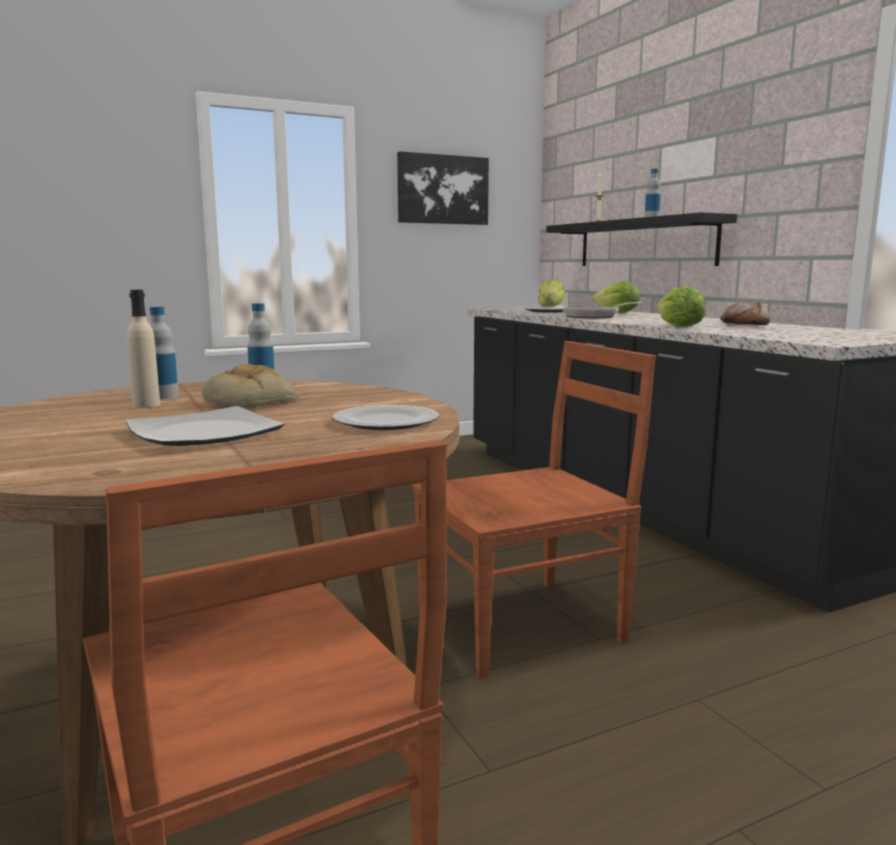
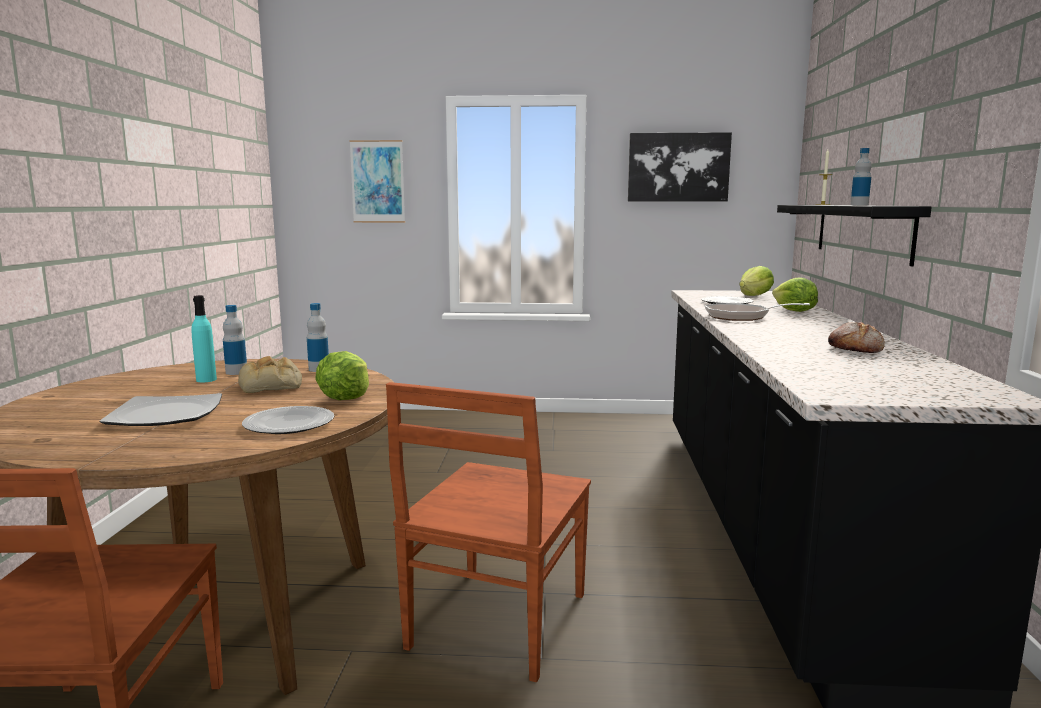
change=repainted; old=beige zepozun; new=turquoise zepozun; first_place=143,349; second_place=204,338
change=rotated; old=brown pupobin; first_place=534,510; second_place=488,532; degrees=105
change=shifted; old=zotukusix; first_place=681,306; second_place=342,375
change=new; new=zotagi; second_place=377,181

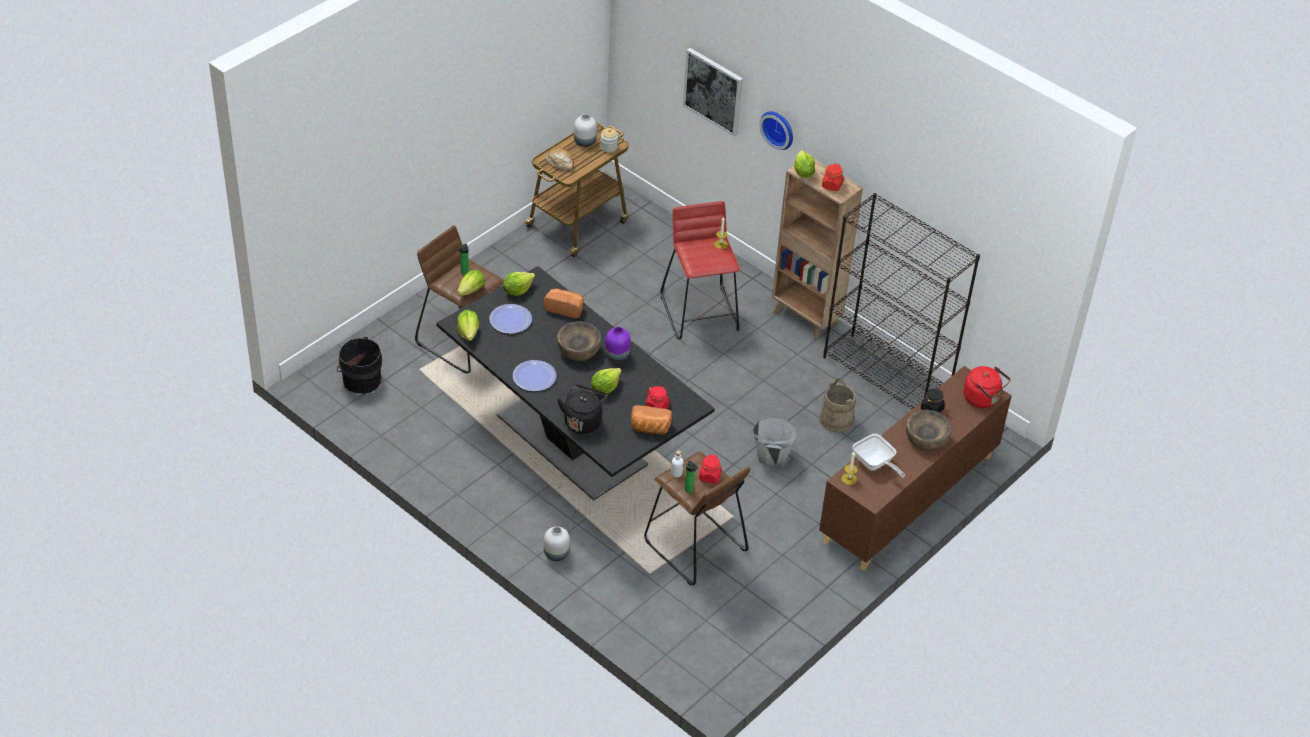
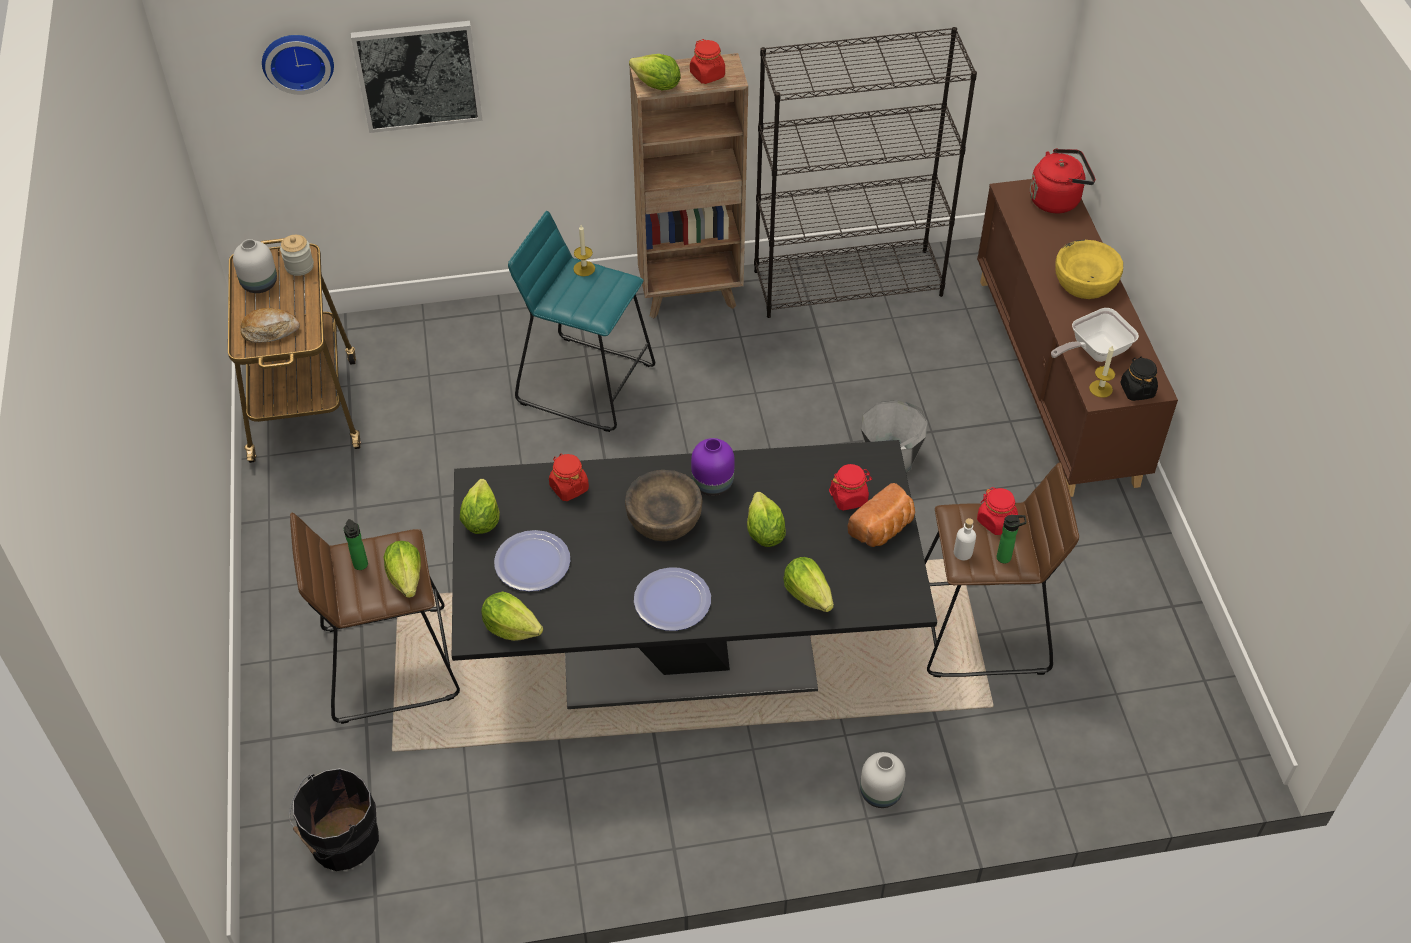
change=swapped; old=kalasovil; new=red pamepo; first_place=563,303; second_place=569,477
change=swapped; old=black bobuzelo; new=zotukusix; first_place=582,409; second_place=808,584
change=repainted; old=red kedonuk; new=turquoise kedonuk; first_place=700,270; second_place=581,321
change=shifted; old=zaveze; first_place=776,130; second_place=298,65
change=gone; old=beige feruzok; first_place=837,405
change=rotated; old=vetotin; first_place=879,456; second_place=1095,335; degrees=150
change=repainted; old=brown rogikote; new=yellow rogikote; first_place=929,430; second_place=1089,269
change=shifted; old=black pamepo; first_place=933,400; second_place=1139,379

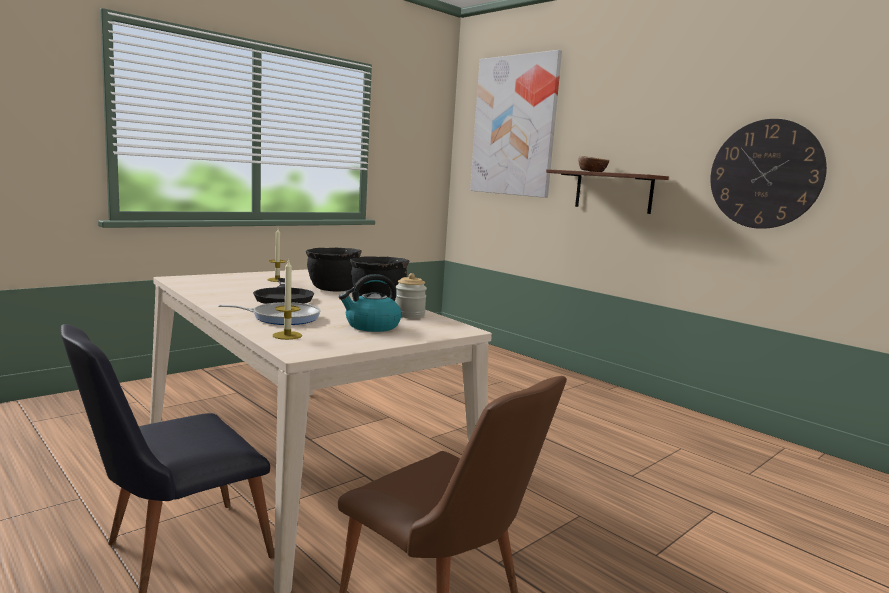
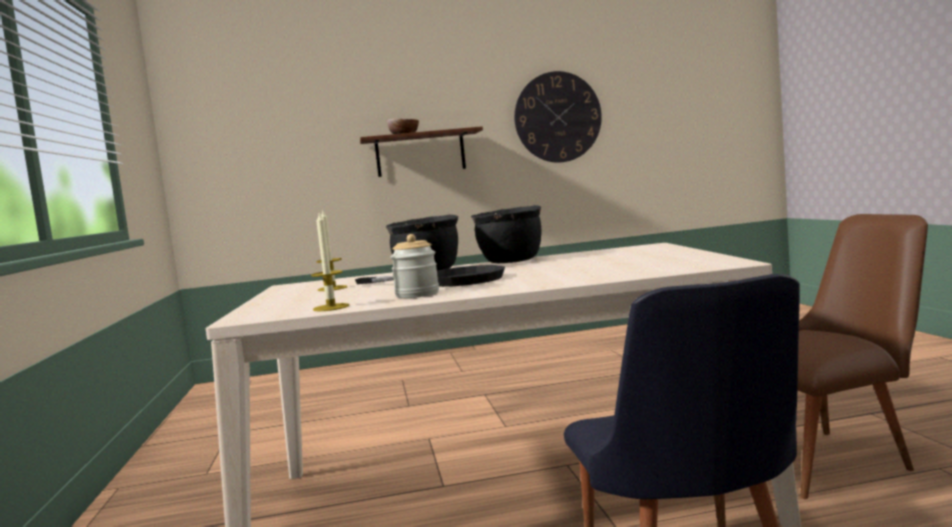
change=gone; old=vetotin; first_place=269,313
change=shifted; old=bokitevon; first_place=287,299; second_place=330,261
change=gone; old=bobuzelo; first_place=370,303
change=shifted; old=pamepo; first_place=411,295; second_place=414,266
change=gone; old=zotagi; first_place=516,124

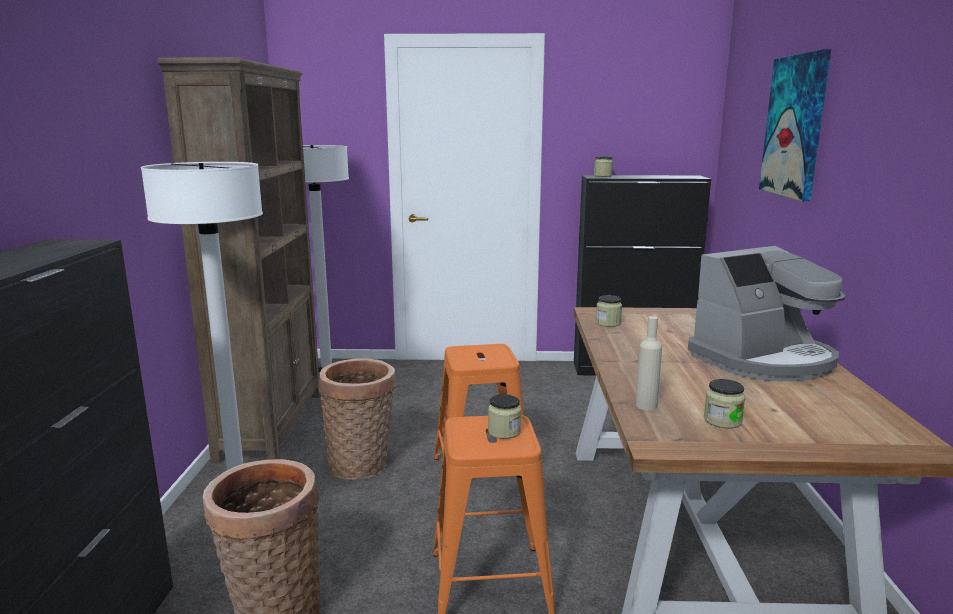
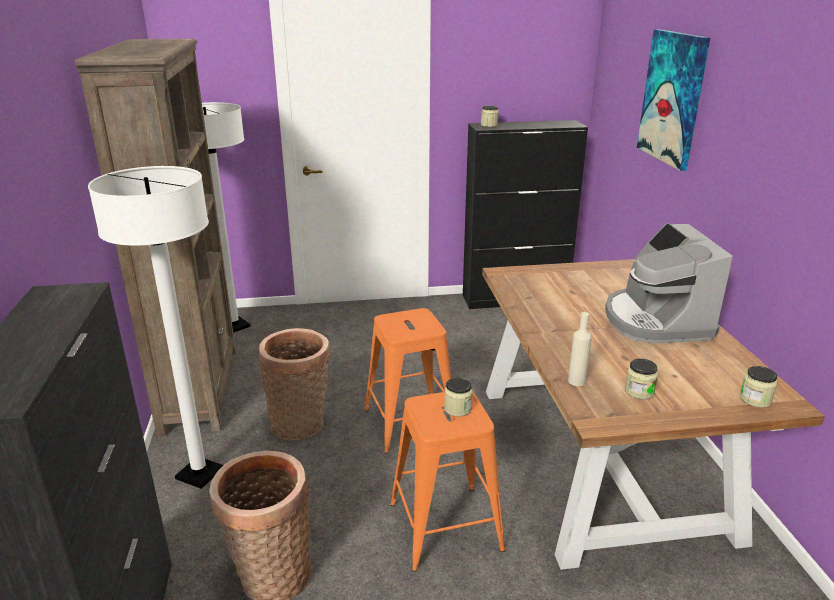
change=shifted; old=pamepo; first_place=609,311; second_place=758,387
change=rotated; old=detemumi; first_place=766,313; second_place=669,283; degrees=120

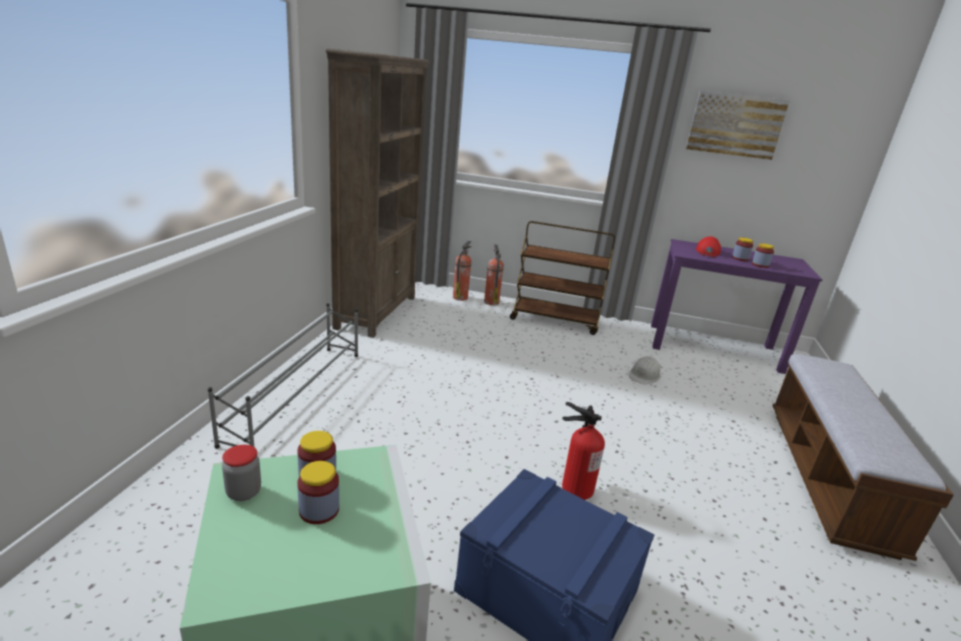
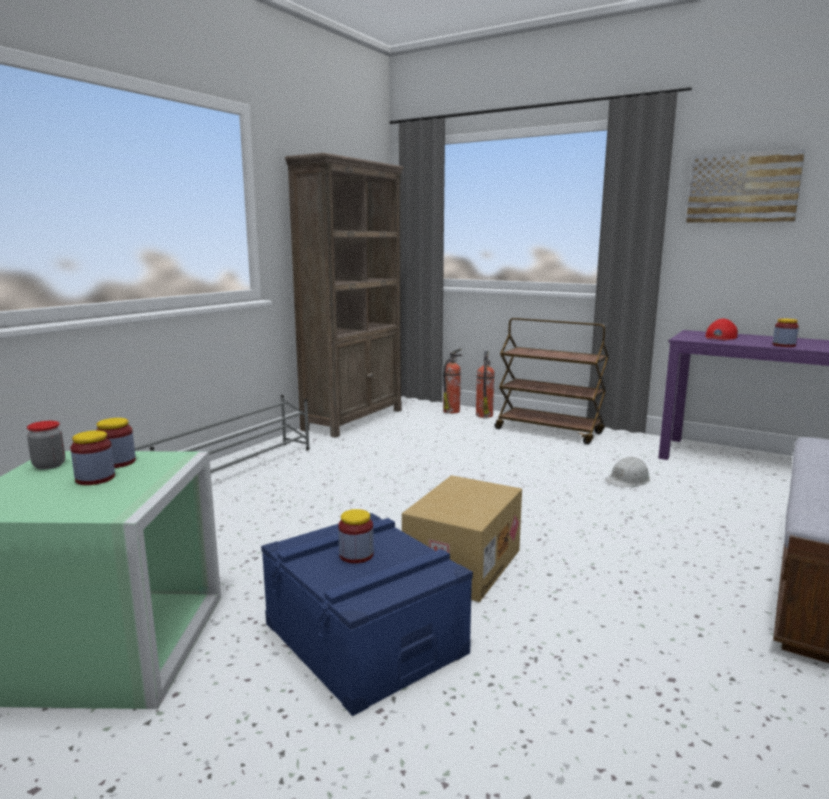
change=swapped; old=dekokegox; new=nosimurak; first_place=583,451; second_place=462,538
change=shifted; old=pamepo; first_place=742,249; second_place=356,536

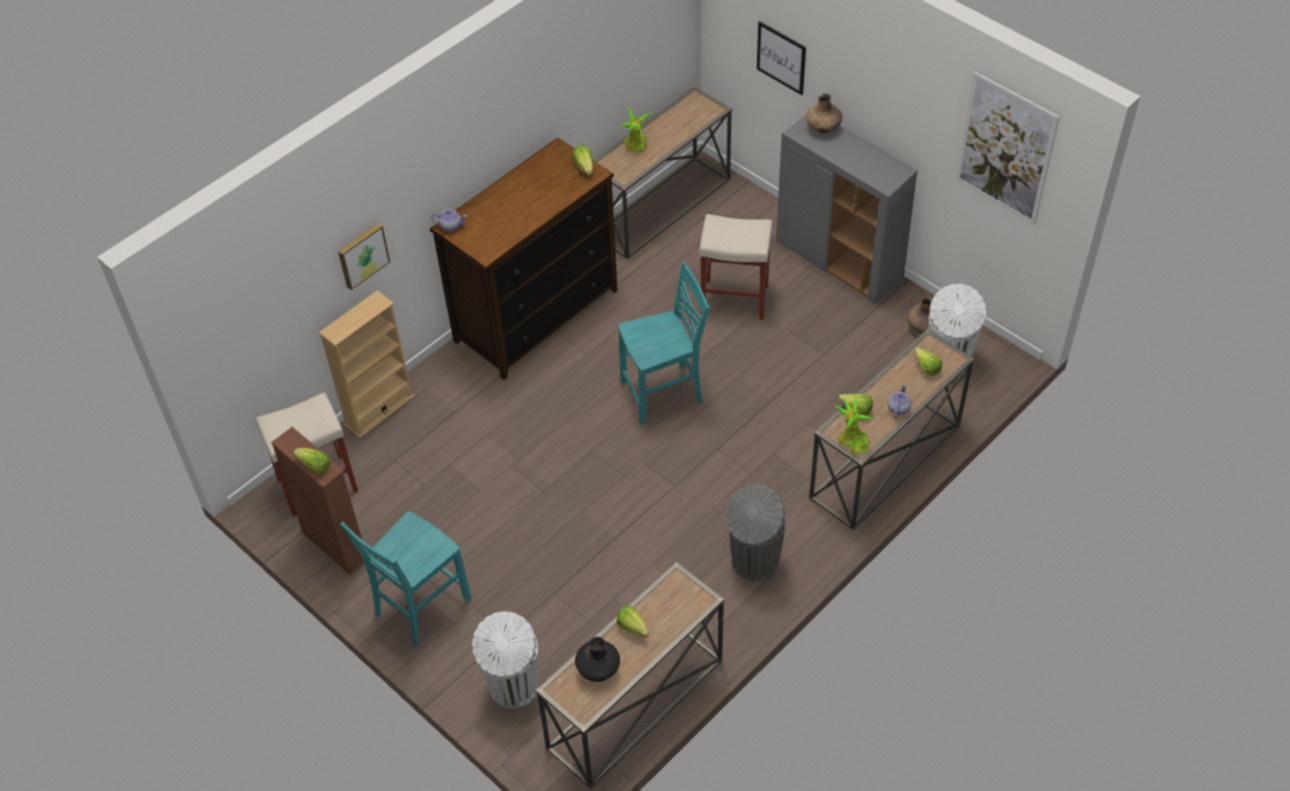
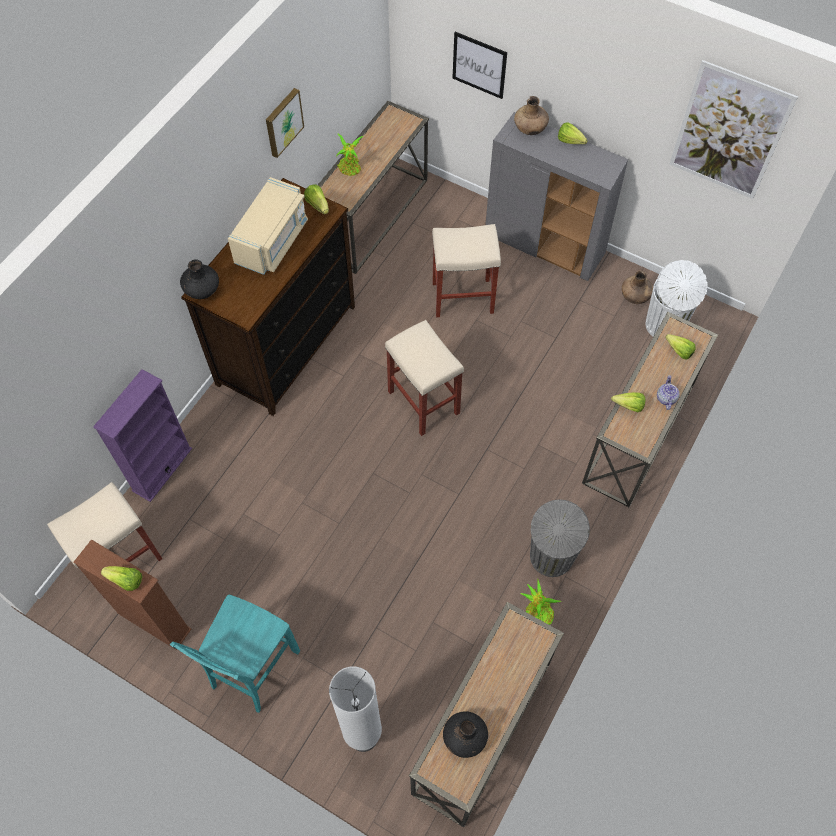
change=repainted; old=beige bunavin; new=purple bunavin; first_place=366,364; second_place=142,435
change=shifted; old=zotagi; first_place=364,256; second_place=285,123
change=swapped; old=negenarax; new=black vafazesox; first_place=449,220; second_place=199,279
change=swapped; old=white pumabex; new=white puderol; first_place=505,659; second_place=355,709
change=shifted; old=zotukusix; first_place=633,621; second_place=573,133
change=swapped; old=turquoise pupobin; new=beige kedonuk; first_place=664,343; second_place=424,378
change=shifted; old=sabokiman; first_place=855,425; second_place=540,601
change=new; new=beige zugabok; second_place=268,226

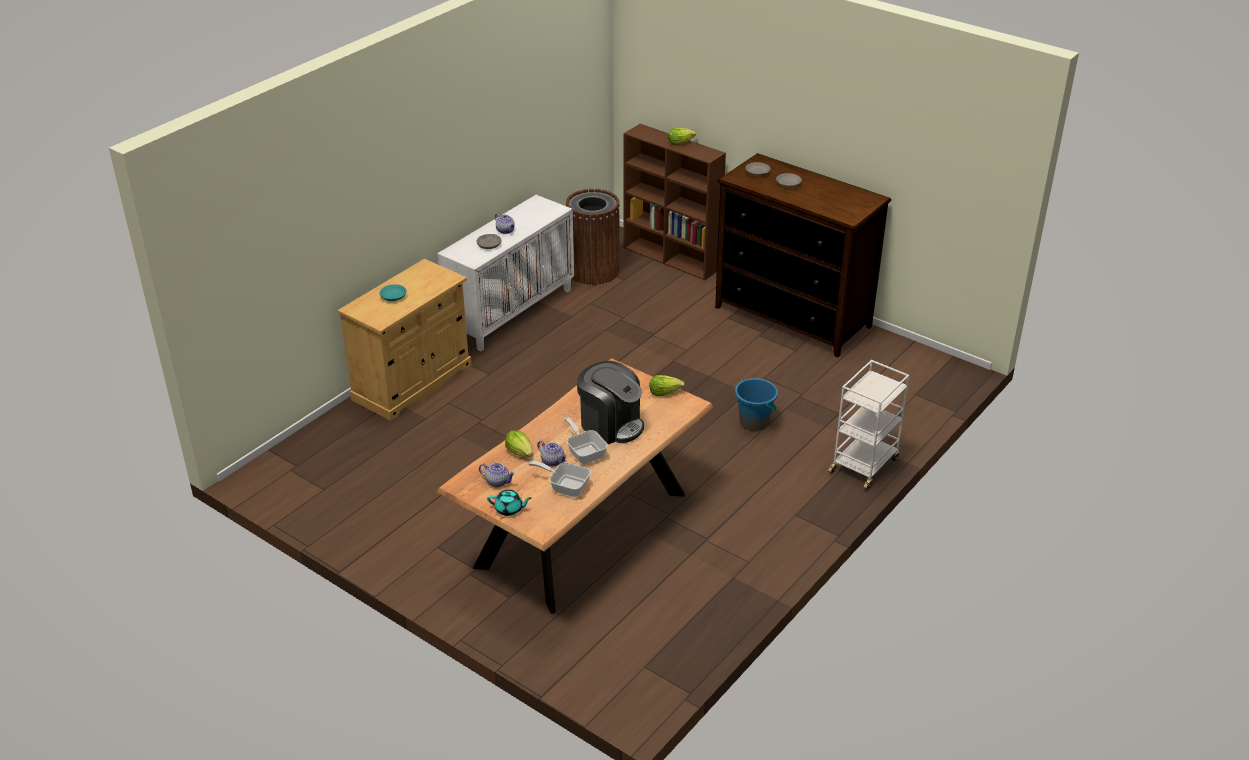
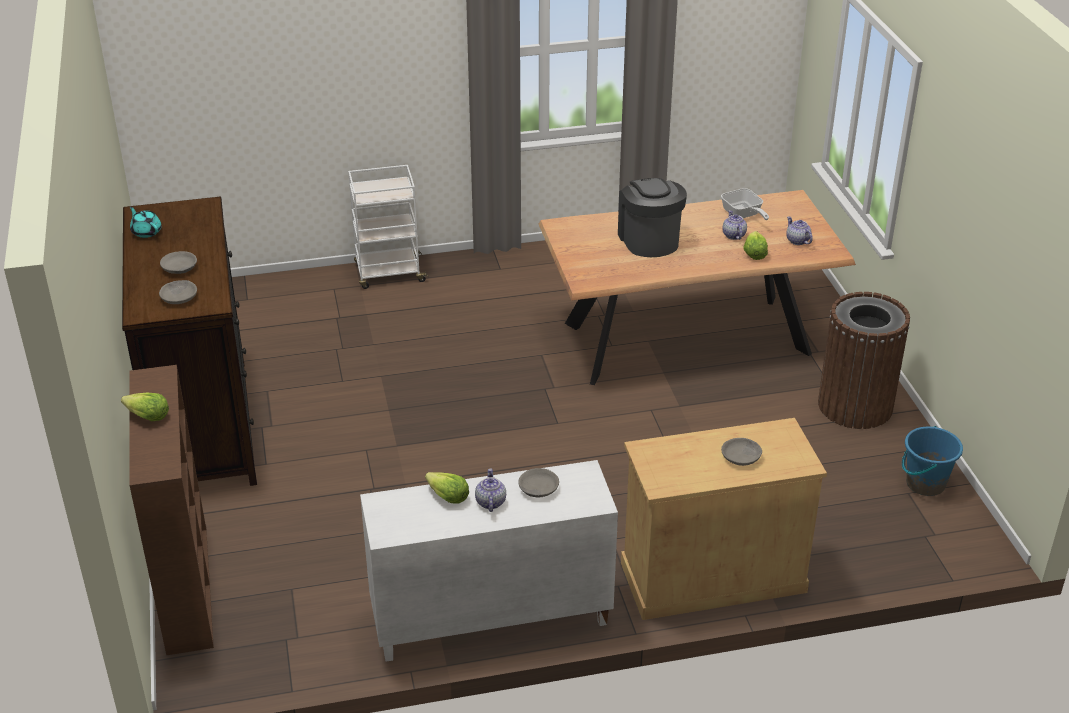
change=repainted; old=turquoise rogikote; new=grey rogikote; first_place=393,292; second_place=741,452
change=shifted; old=turquoise negenarax; first_place=509,503; second_place=146,222
change=gone; old=vetotin; first_place=586,440
change=shifted; old=brown pumabex; first_place=593,237; second_place=864,360
change=shifted; old=zotukusix; first_place=667,385; second_place=447,488
change=shifted; old=blue feruzok; first_place=756,404; second_place=932,461

